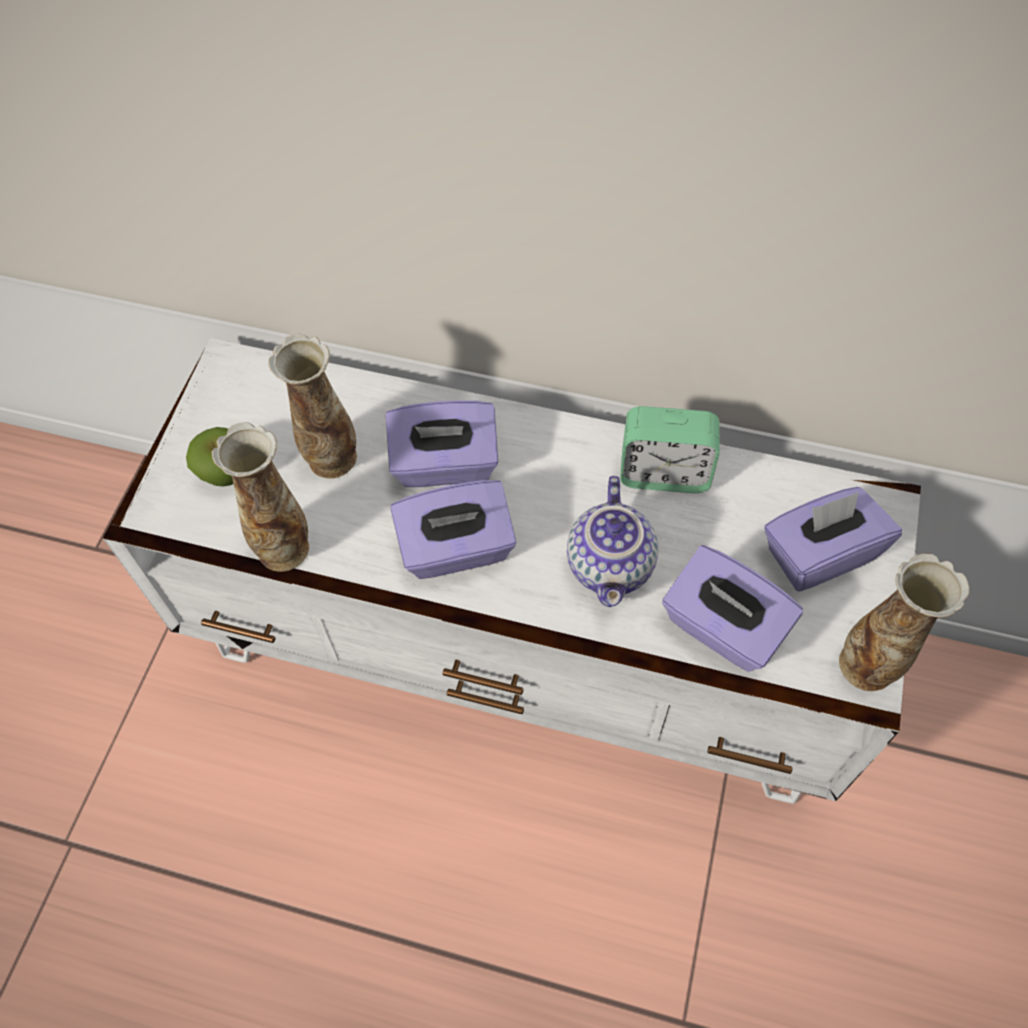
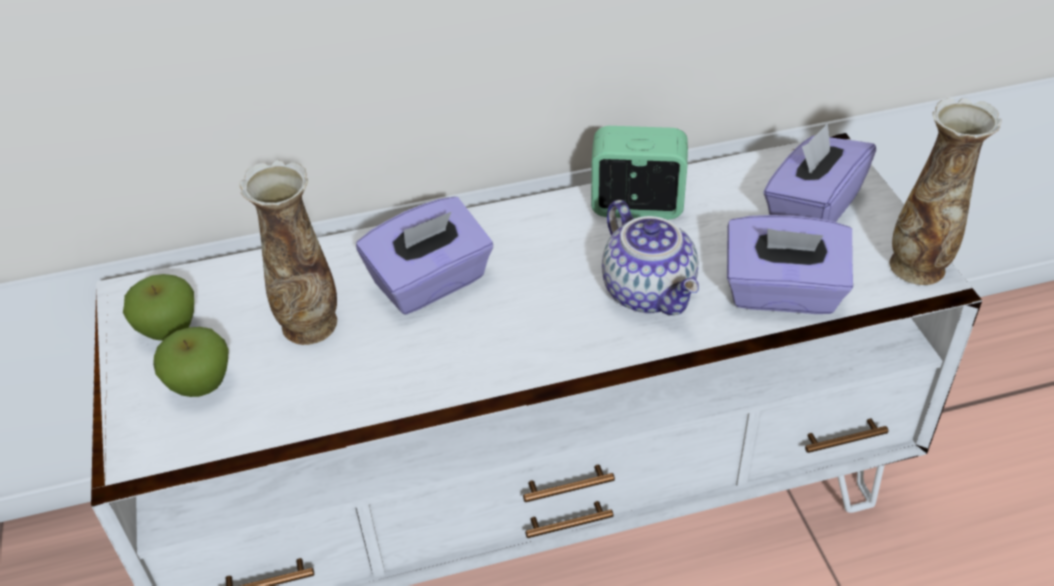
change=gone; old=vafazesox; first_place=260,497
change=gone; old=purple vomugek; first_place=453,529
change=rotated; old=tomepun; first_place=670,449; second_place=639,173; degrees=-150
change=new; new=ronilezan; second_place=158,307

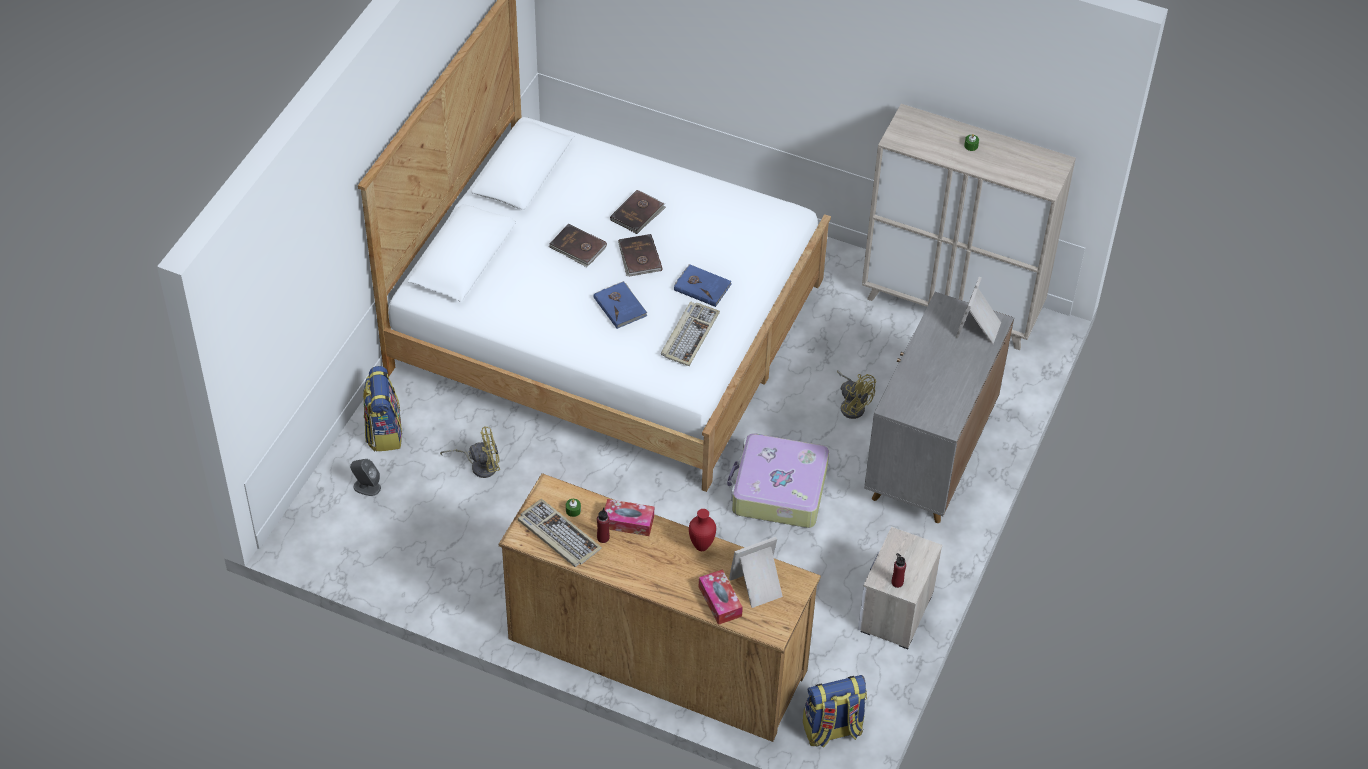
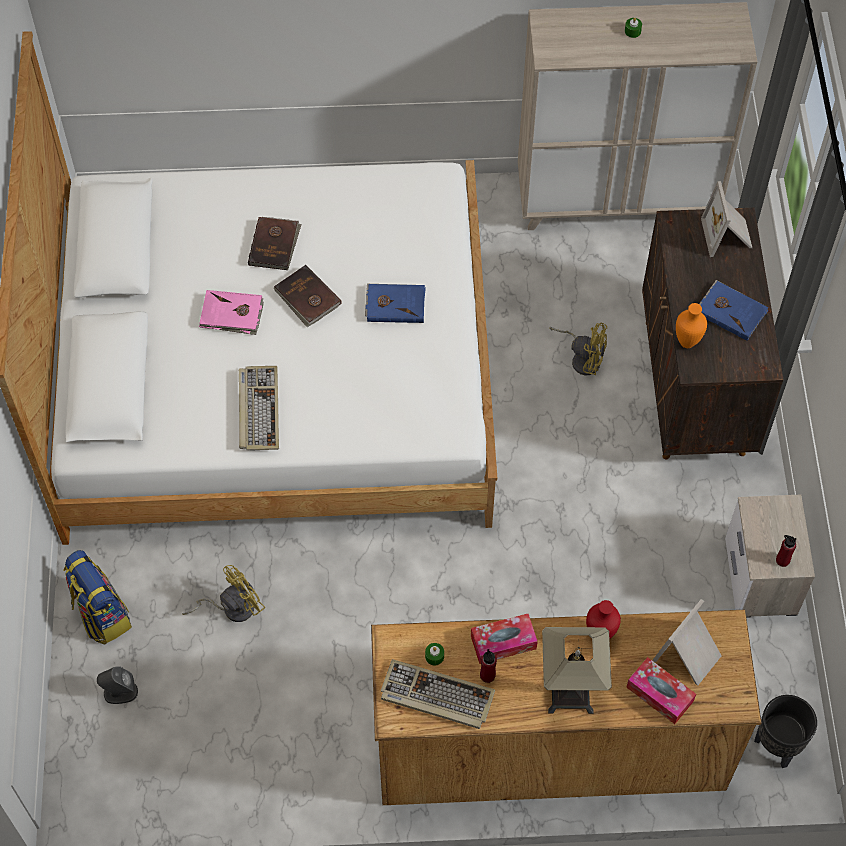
change=repainted; old=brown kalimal; new=pink kalimal; first_place=578,245; second_place=231,312
change=shifted; old=blue kalimal; first_place=620,305; second_place=734,310
change=shifted; old=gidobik; first_place=690,334; second_place=259,408
change=gone; old=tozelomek; first_place=778,480
change=swapped; old=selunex; new=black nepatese; first_place=835,711; second_place=785,731
change=repainted; old=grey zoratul; new=brown zoratul; first_place=939,407; second_place=712,333
change=new; new=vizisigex; second_place=577,670
change=new; new=orange vafazesox; second_place=691,325

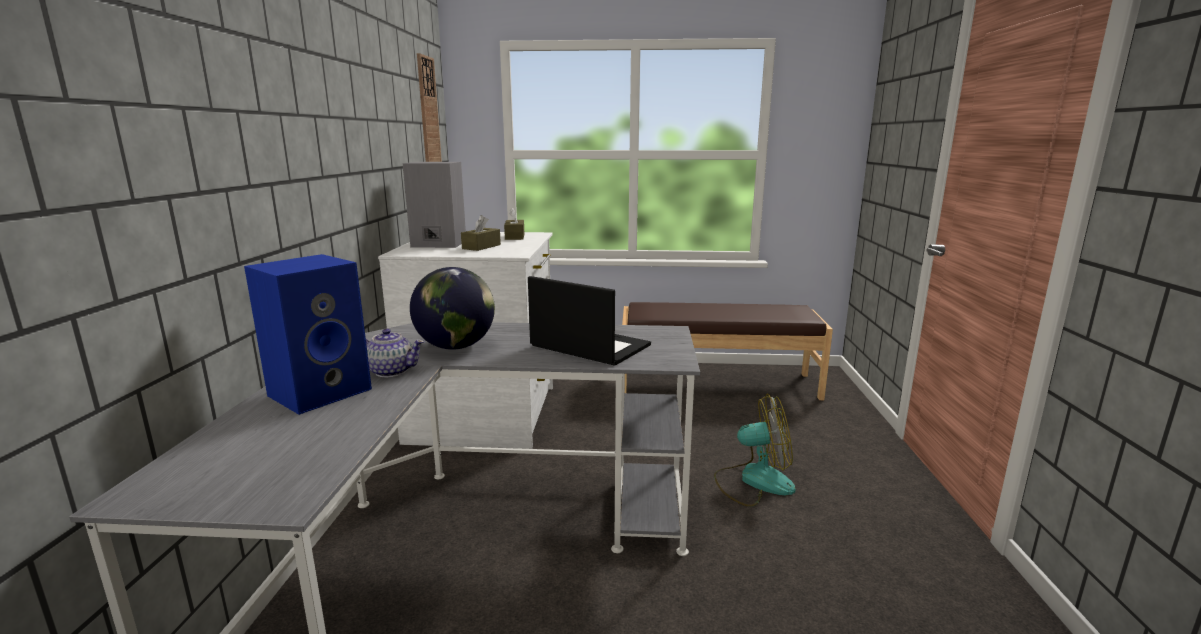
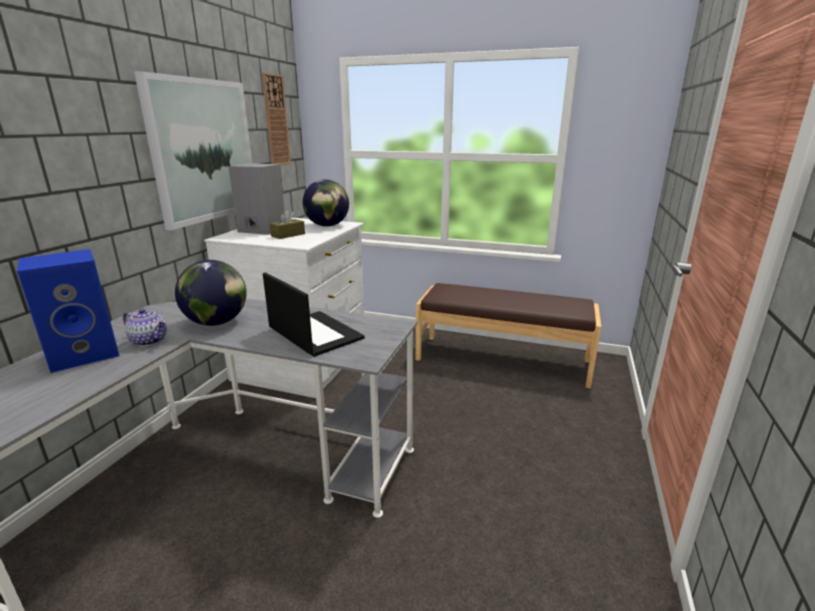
change=swapped; old=brown vomugek; new=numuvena; first_place=514,224; second_place=326,203
change=gone; old=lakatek; first_place=755,450
change=new; new=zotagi; second_place=193,150

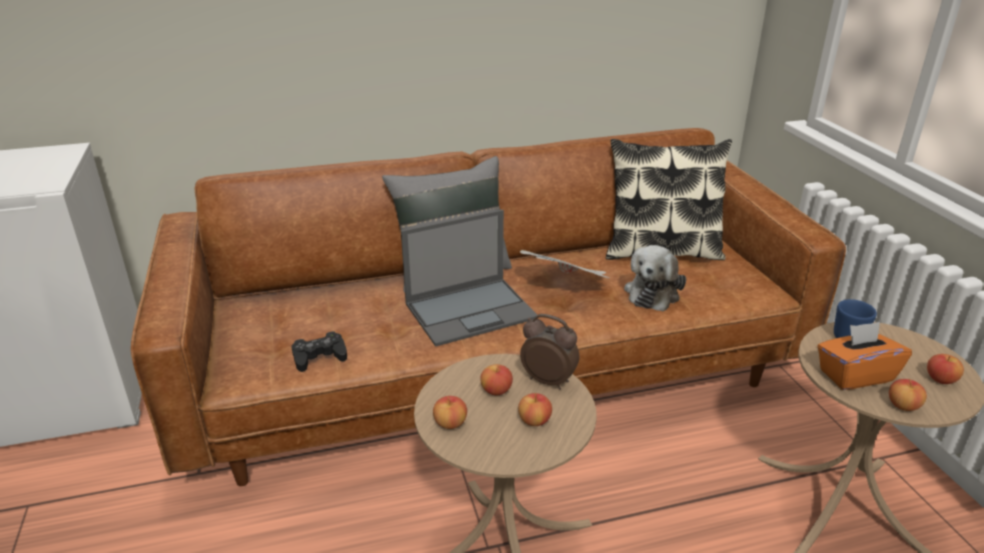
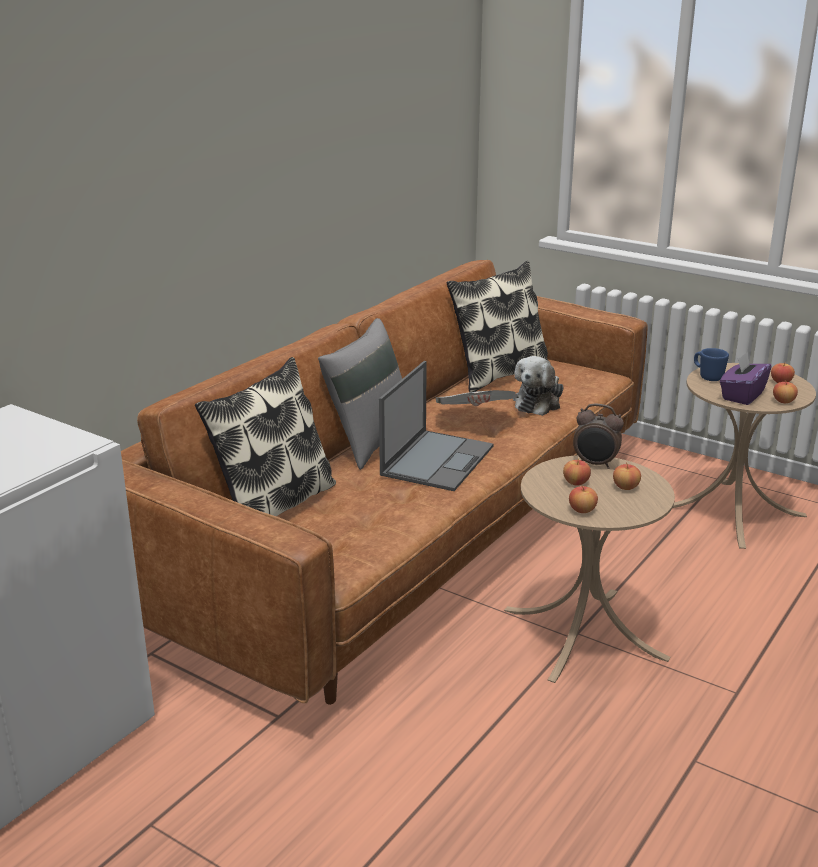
change=gone; old=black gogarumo; first_place=319,351
change=rotated; old=tomepun; first_place=549,351; second_place=598,436; degrees=-150
change=rotated; old=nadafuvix; first_place=655,278; second_place=538,386; degrees=45
change=repainted; old=orange vomugek; new=purple vomugek; first_place=864,356; second_place=746,378
change=new; new=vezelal; second_place=265,436

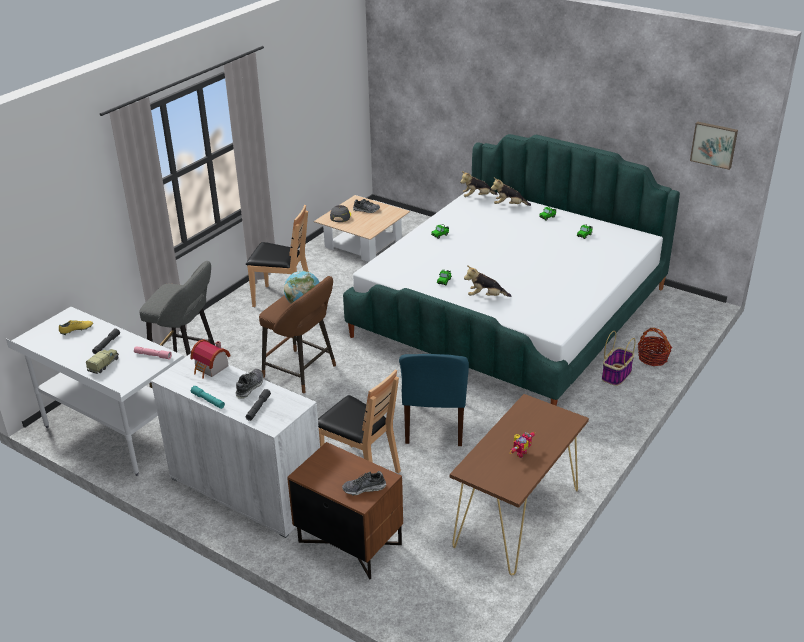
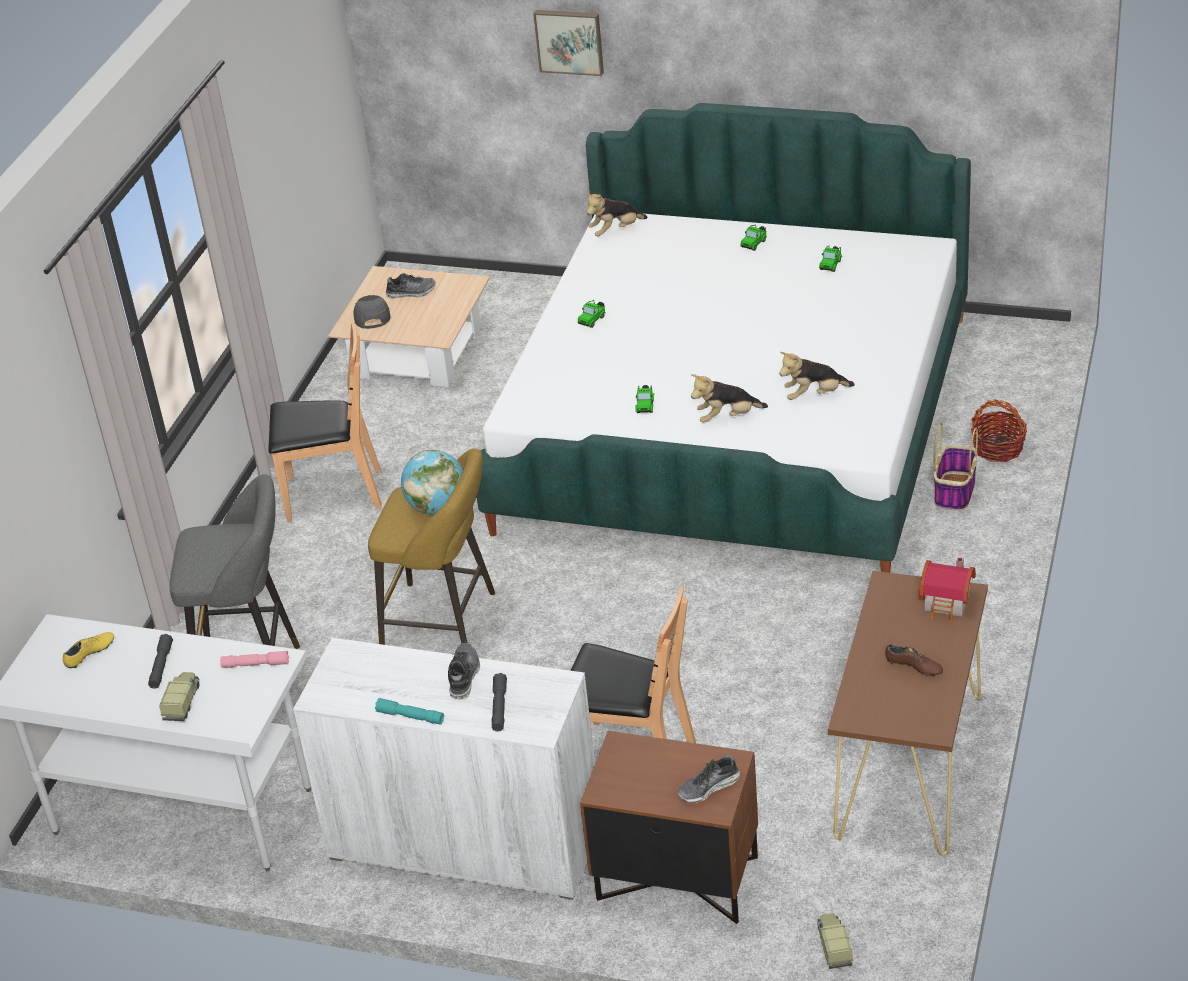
change=shifted; old=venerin; first_place=210,359; second_place=947,590
change=repainted; old=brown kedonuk; new=yellow kedonuk; first_place=297,335; second_place=431,546
change=gone; old=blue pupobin; first_place=434,400
change=shifted; old=nadafuvix; first_place=511,191; second_place=817,376
change=swapped; old=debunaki; new=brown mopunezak; first_place=522,445; second_place=914,660
change=shifted; old=zotagi; first_place=714,145; second_place=568,43
change=new; new=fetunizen; second_place=835,941

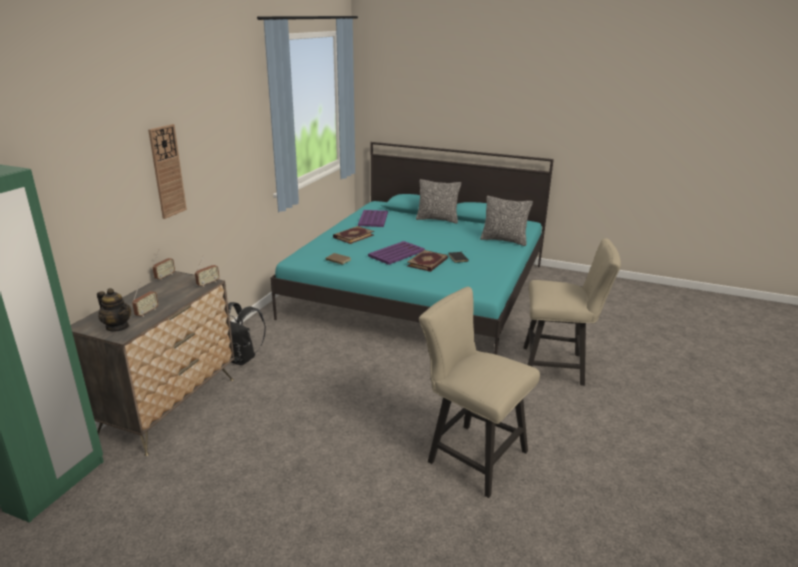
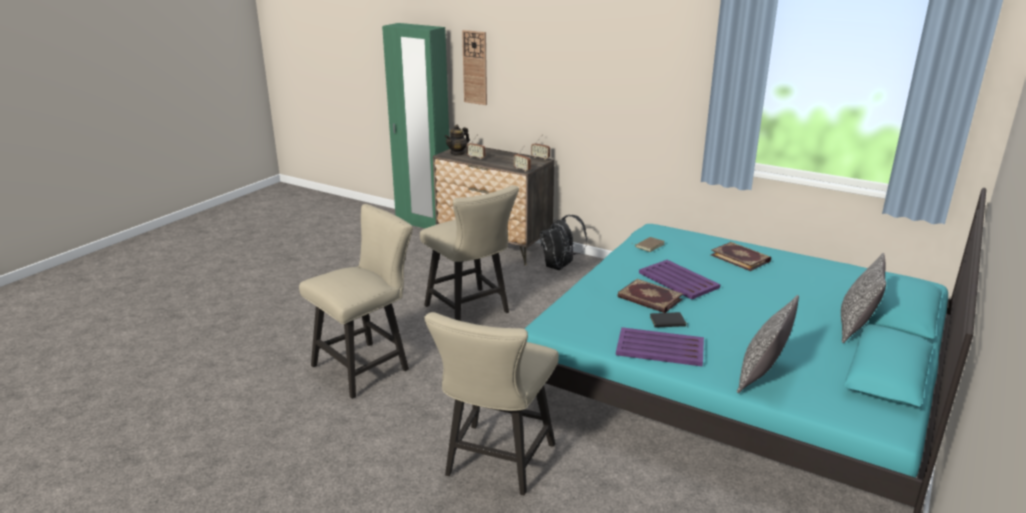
change=shifted; old=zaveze; first_place=167,171; second_place=474,67
change=shifted; old=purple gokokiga; first_place=373,218; second_place=660,346
change=new; new=beige pupobin; second_place=469,253

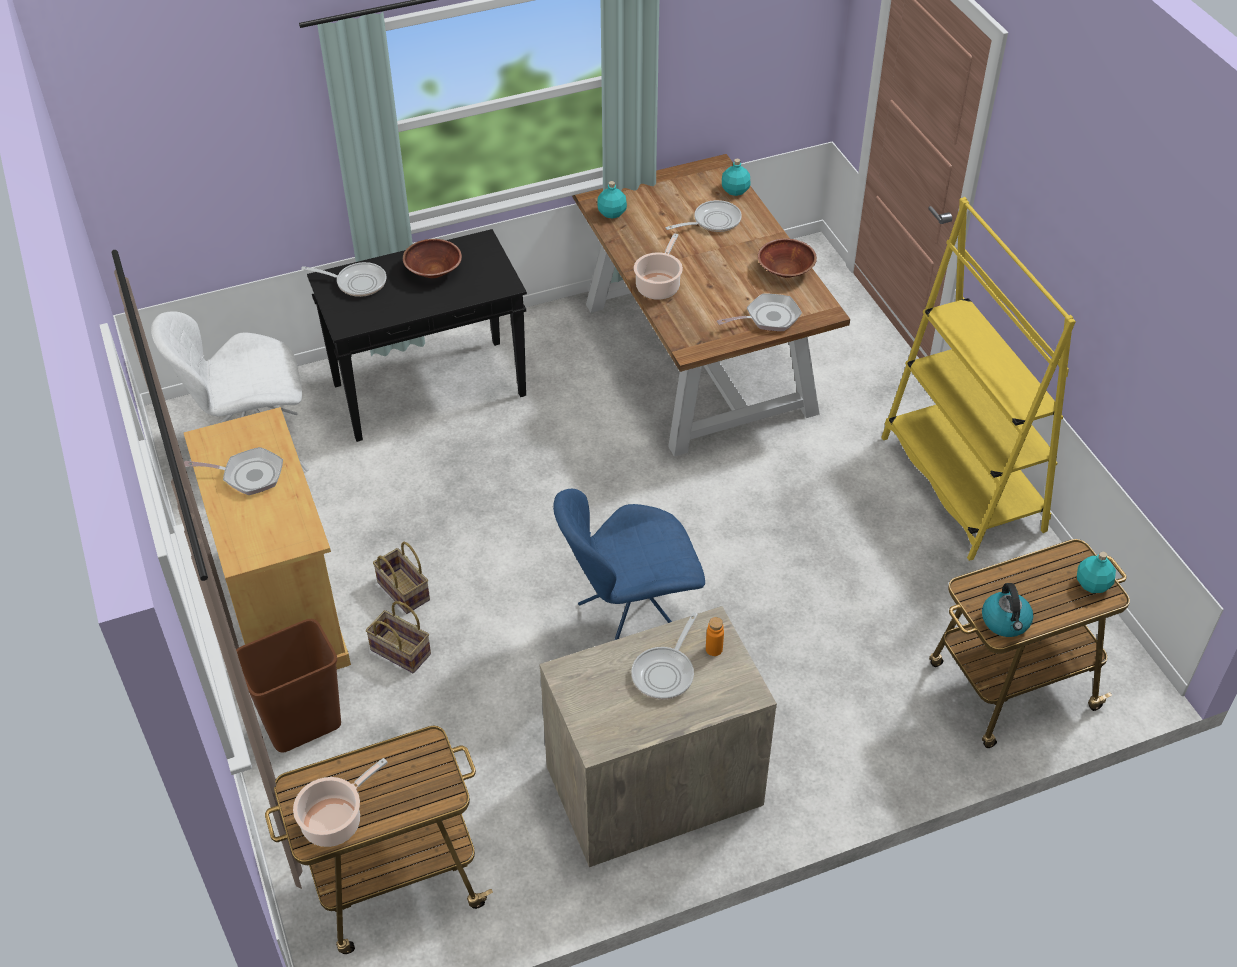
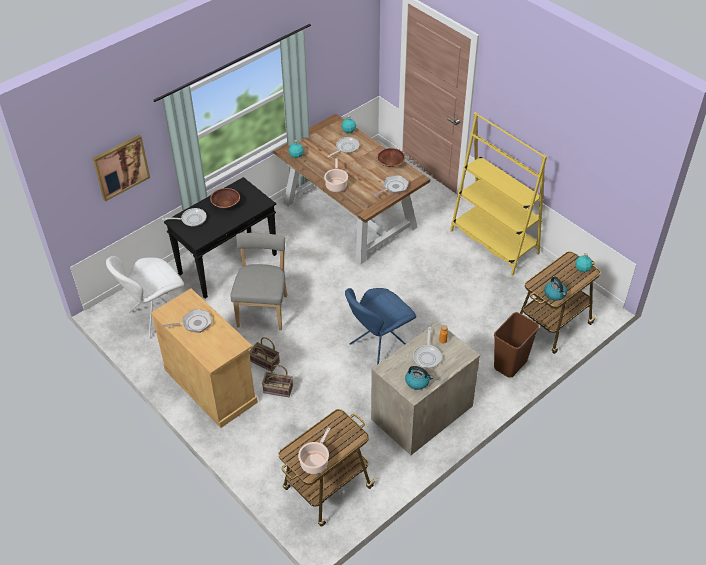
change=shifted; old=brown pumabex; first_place=288,685; second_place=516,345
change=new; new=zotagi; second_place=121,168
change=new; new=grey pupobin; second_place=258,281
change=new; new=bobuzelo; second_place=419,378

